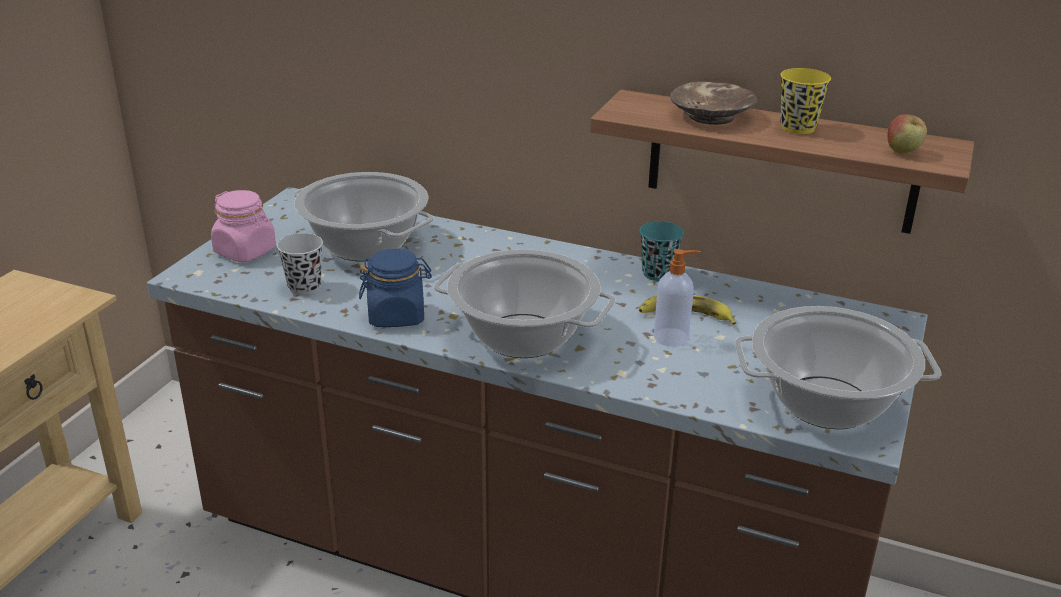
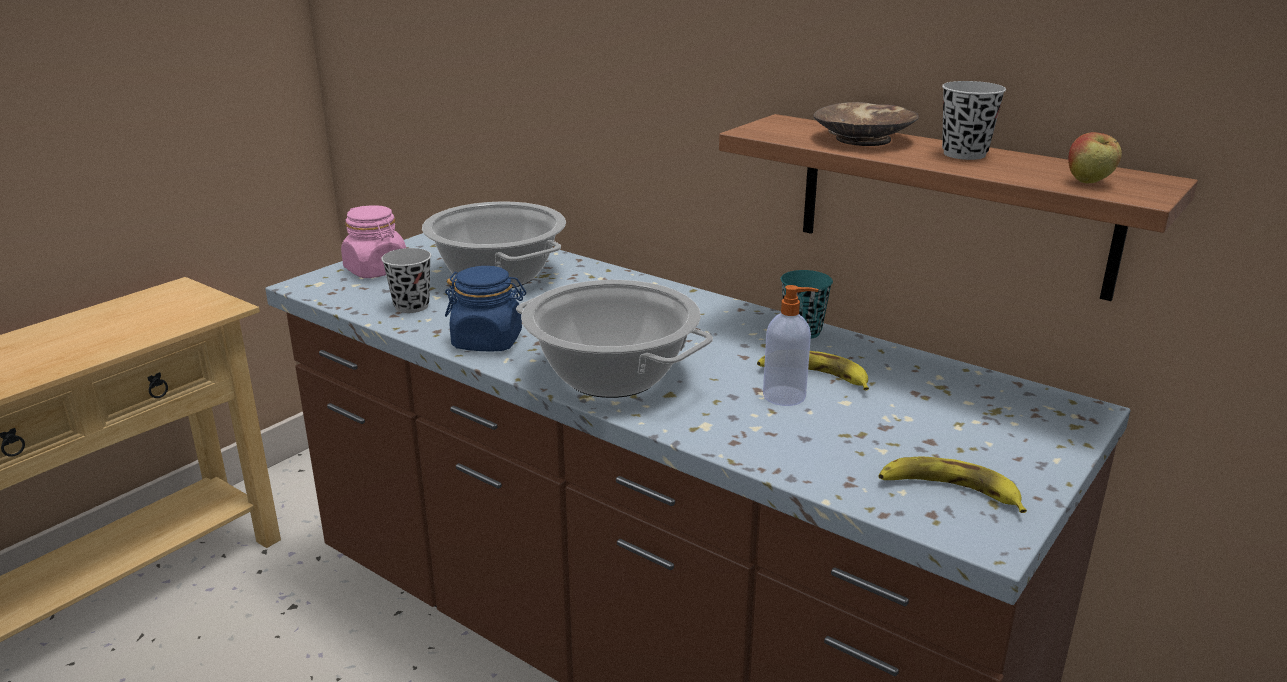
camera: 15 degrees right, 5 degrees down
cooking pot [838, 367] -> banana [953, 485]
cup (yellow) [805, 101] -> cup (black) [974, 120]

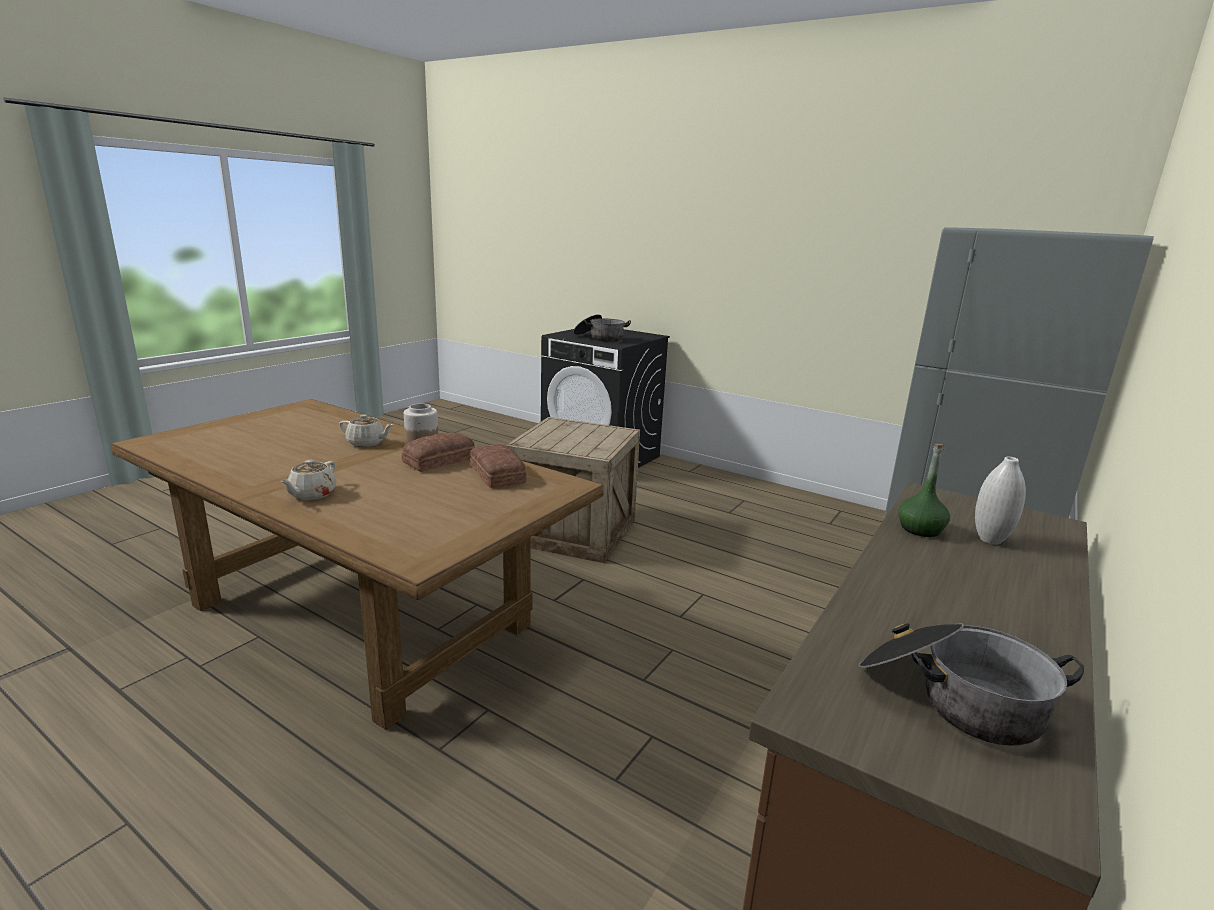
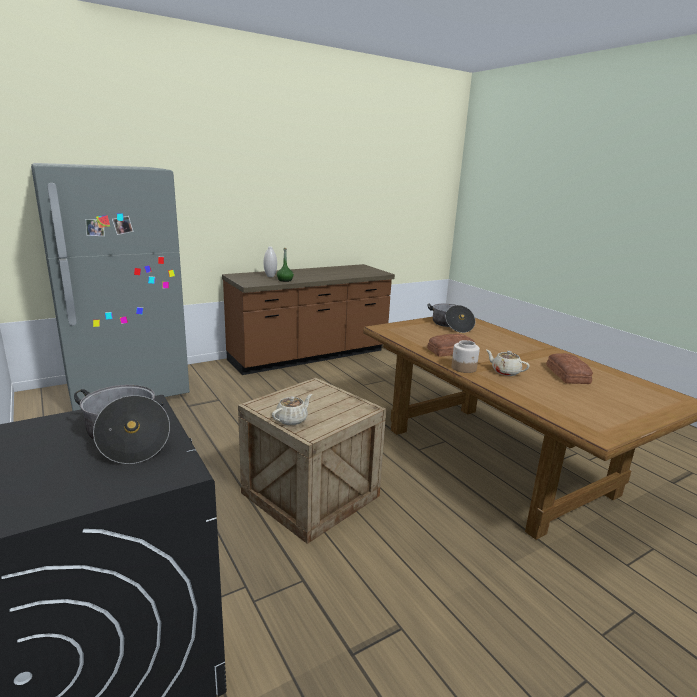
camera: 155 degrees left, 0 degrees up
teapot (beige) [308, 480] -> teapot (beige) [292, 409], move
bread [498, 466] -> bread [569, 368], move
cooking pot [971, 684] -> cooking pot [451, 318], move

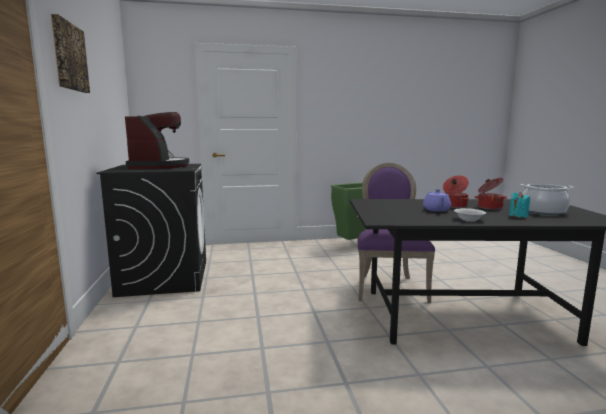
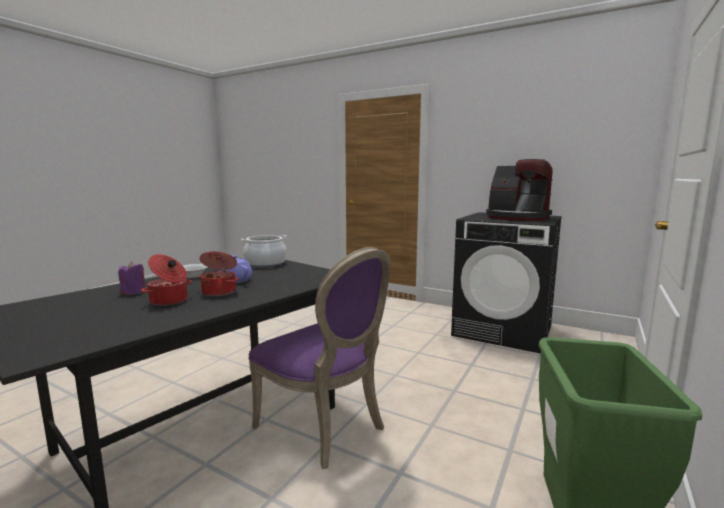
camera: 130 degrees right, 0 degrees up
picture [70, 53] -> none
candle (turquoise) [519, 205] -> candle (purple) [131, 278]
cooking pot [547, 199] -> cooking pot [264, 251], move

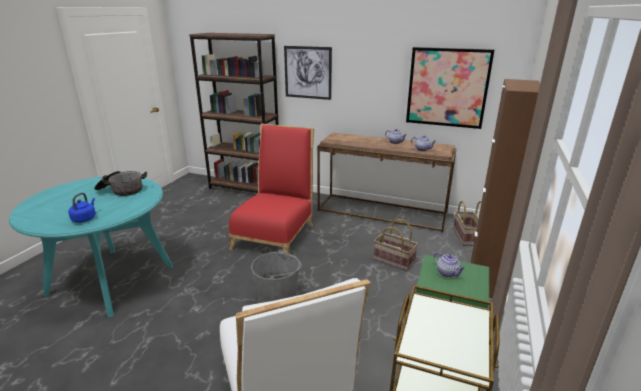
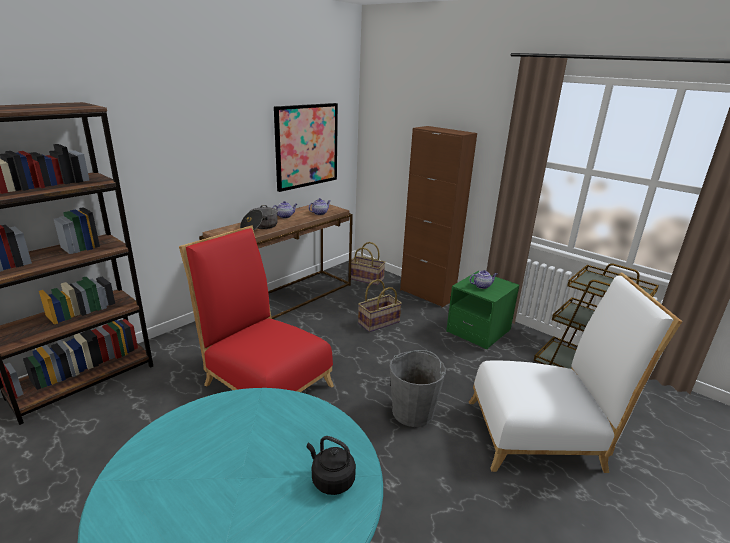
camera: 70 degrees left, 0 degrees up
kettle (blue) [82, 207] -> kettle (black) [331, 465]
cooking pot [120, 183] -> cooking pot [259, 217], move
picture [308, 73] -> none

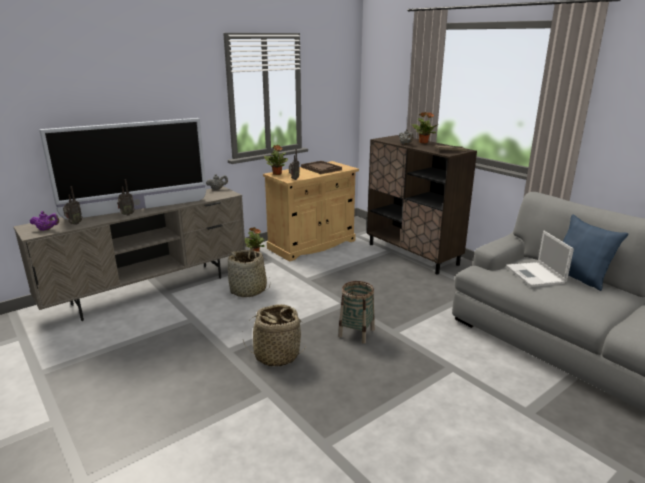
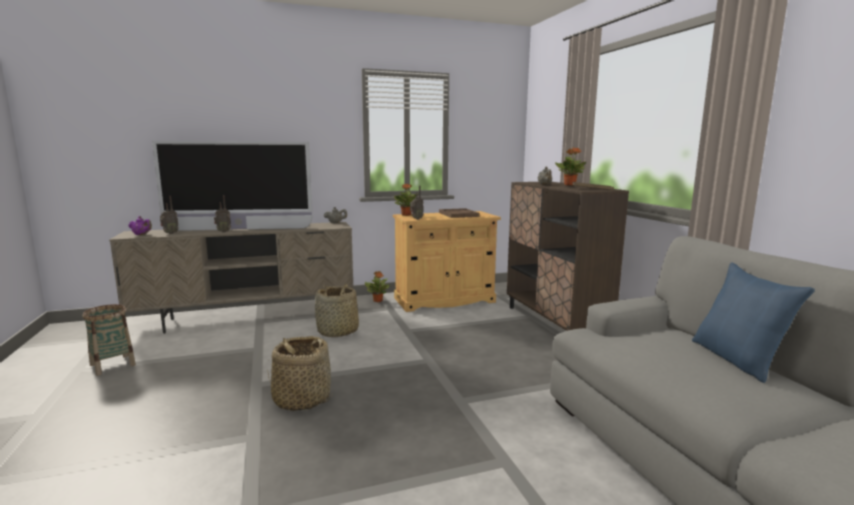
camera: 20 degrees right, 10 degrees down
basket [356, 312] -> basket [109, 340], move
laptop [540, 259] -> none

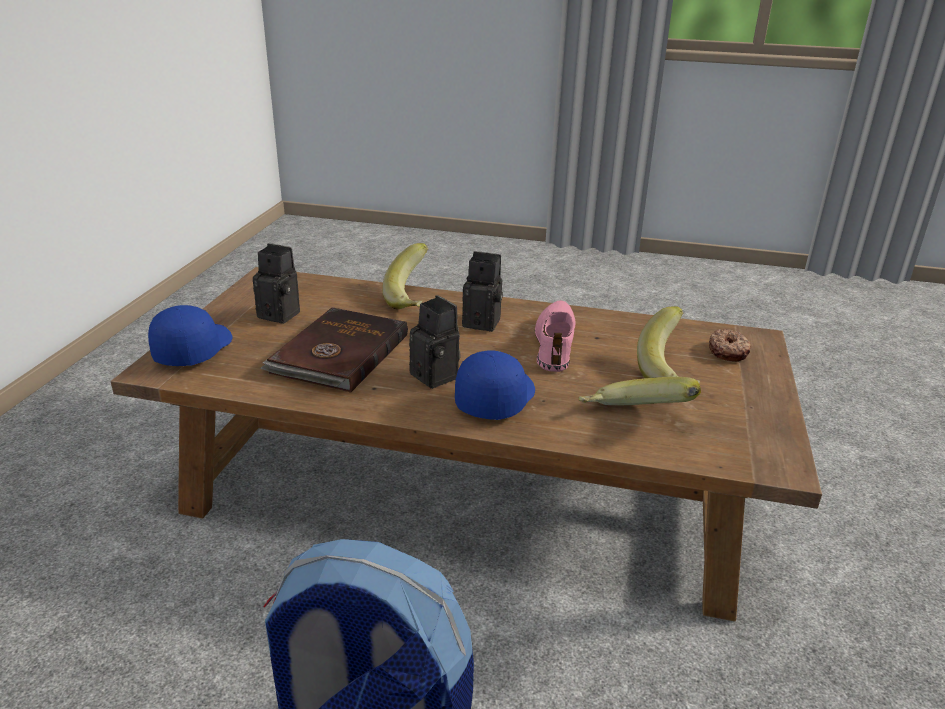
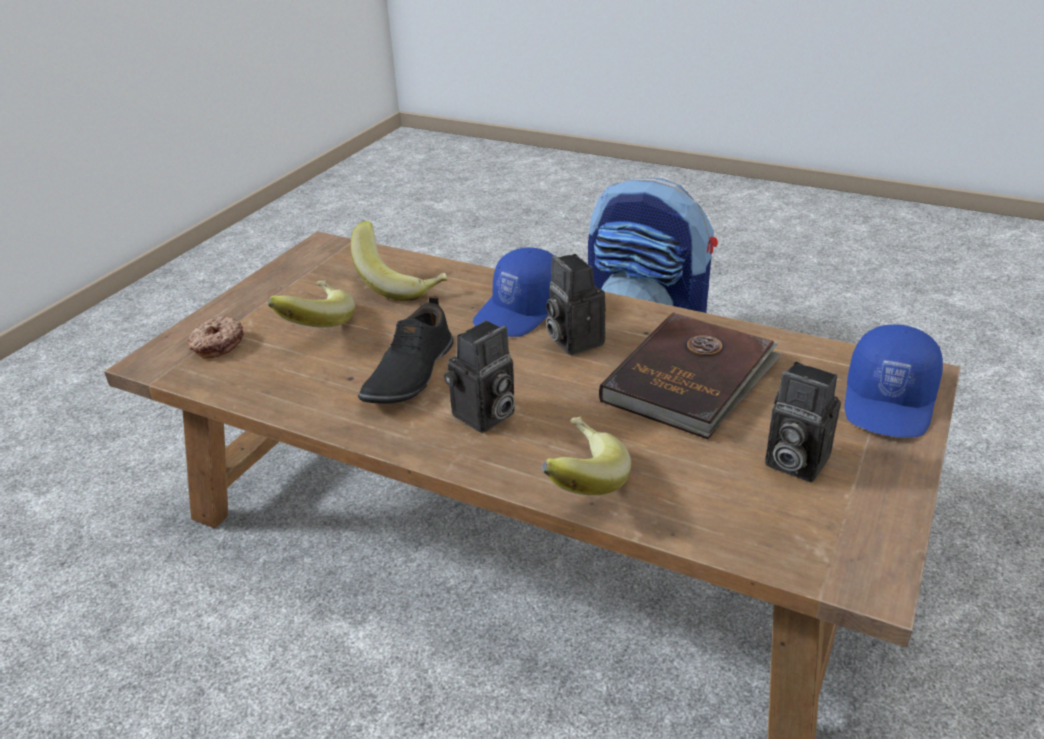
camera: 165 degrees left, 5 degrees up
photo camera [482, 291] -> photo camera [479, 376], 75 degrees counterclockwise
shoe (pink) [555, 336] -> shoe (black) [406, 350]

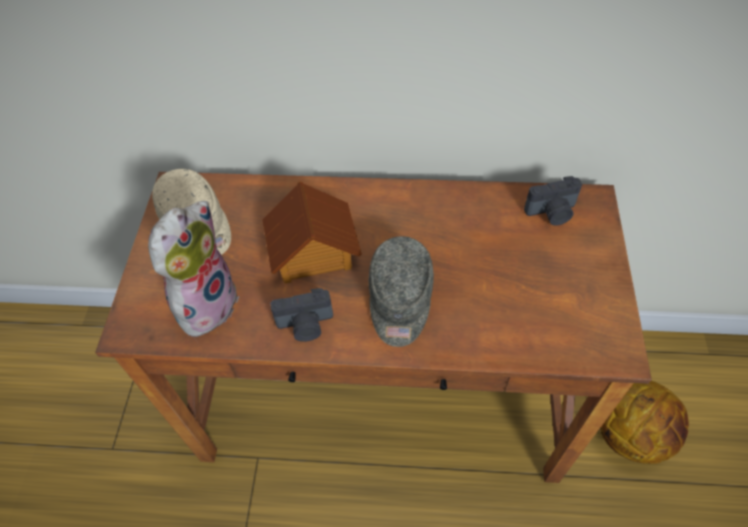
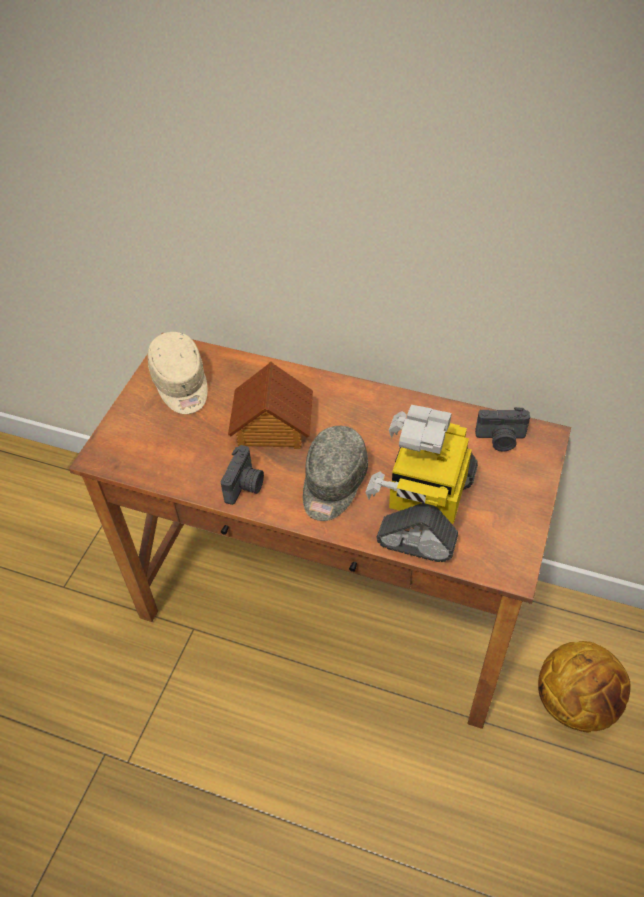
camera: 15 degrees right, 5 degrees down
plush toy [193, 272] -> none
photo camera [301, 315] -> photo camera [242, 475], 75 degrees counterclockwise
none -> toy robot [422, 483]

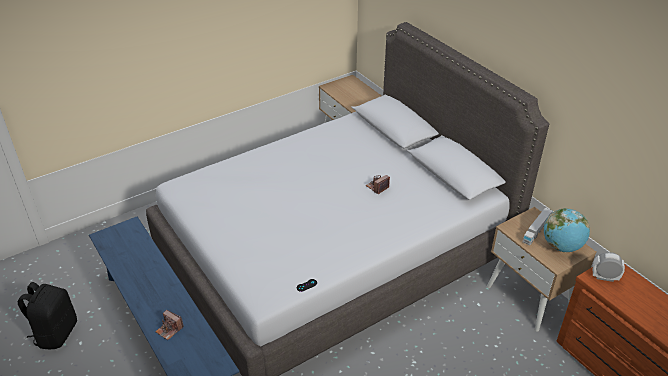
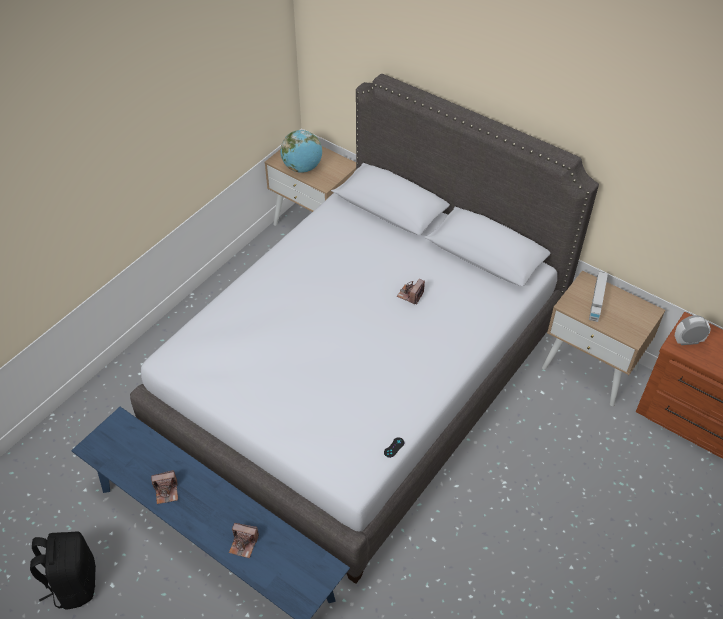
camera: 20 degrees left, 10 degrees up
globe [567, 230] -> globe [301, 151], move
none -> photo camera [164, 487]

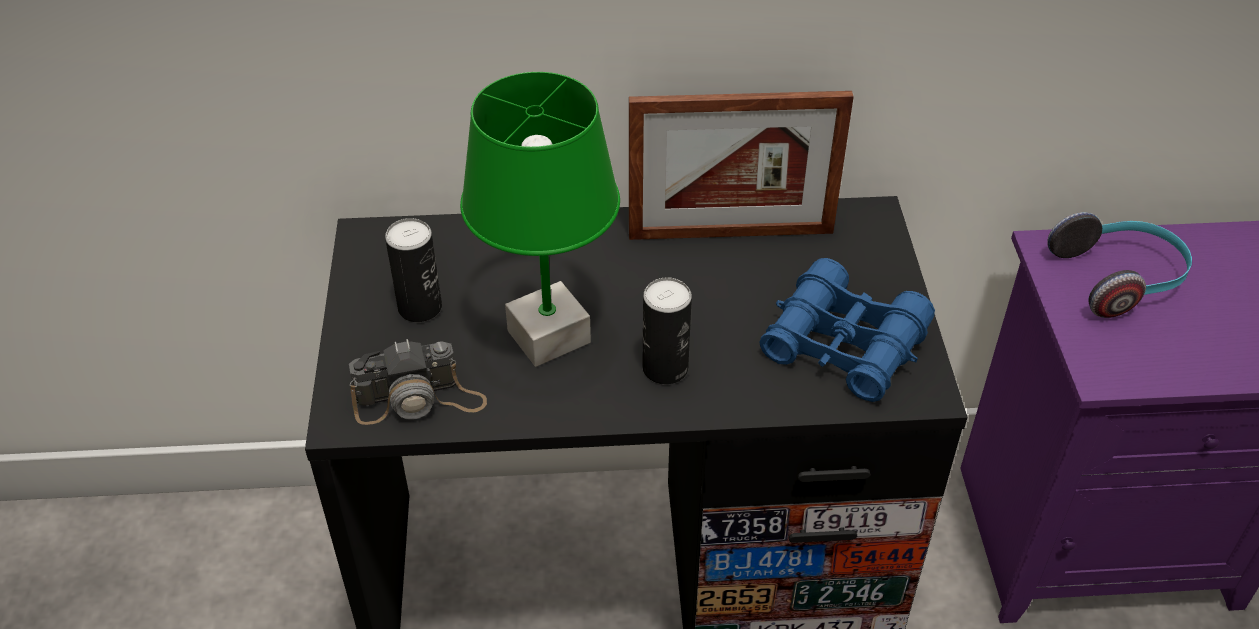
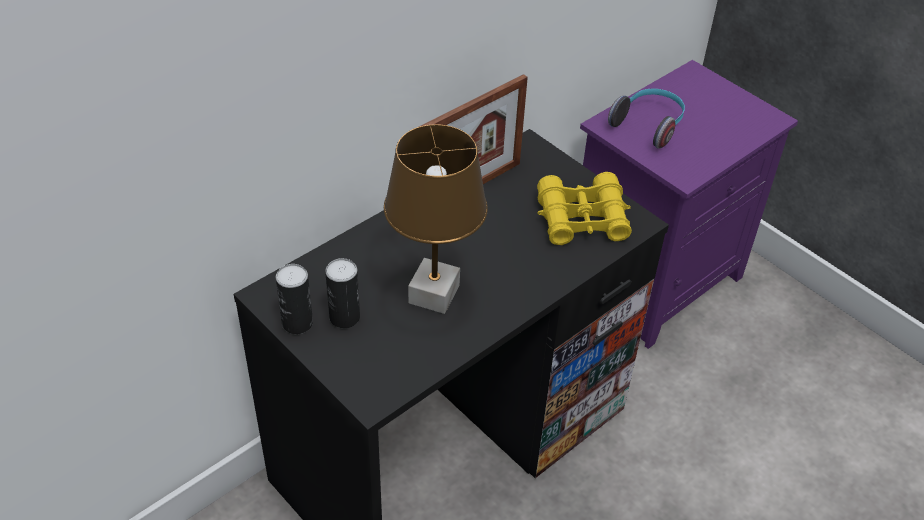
camera: 40 degrees left, 0 degrees up
photo camera [418, 382] -> none
table lamp (green) [540, 219] -> table lamp (brown) [436, 219]
can [667, 330] -> can [294, 299], move
binoculars (blue) [847, 330] -> binoculars (yellow) [584, 208]

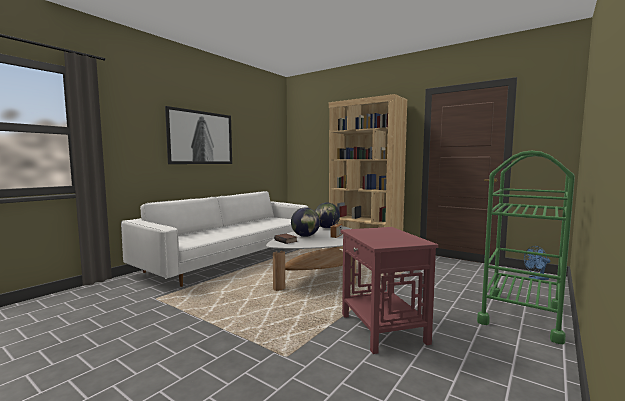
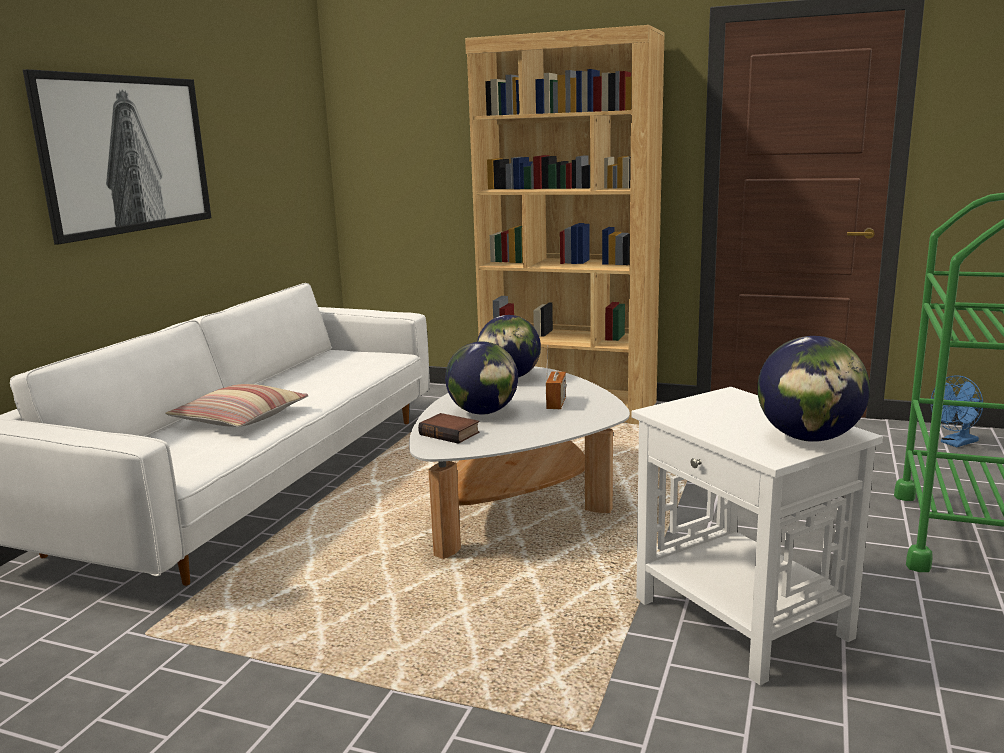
camera: 15 degrees left, 10 degrees up
side table (red) [389, 290] -> side table (white) [757, 536]
none -> pillow [237, 405]
none -> globe [813, 389]

